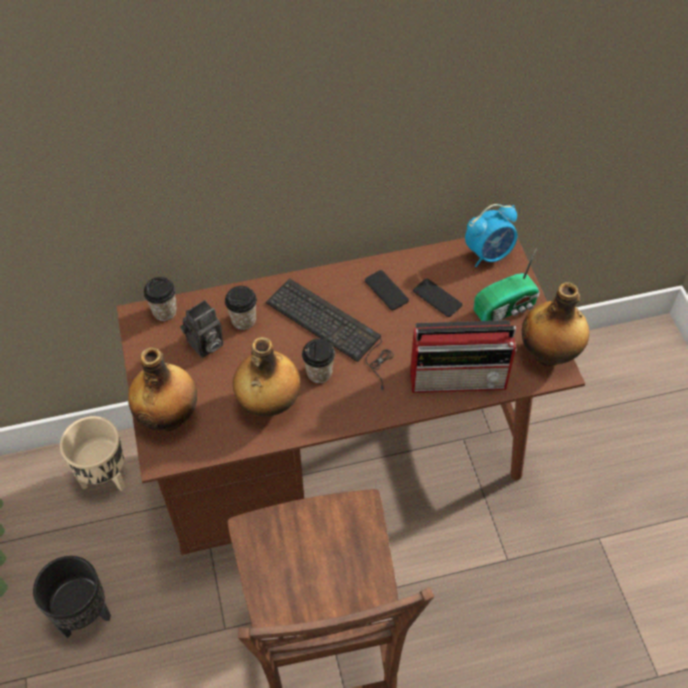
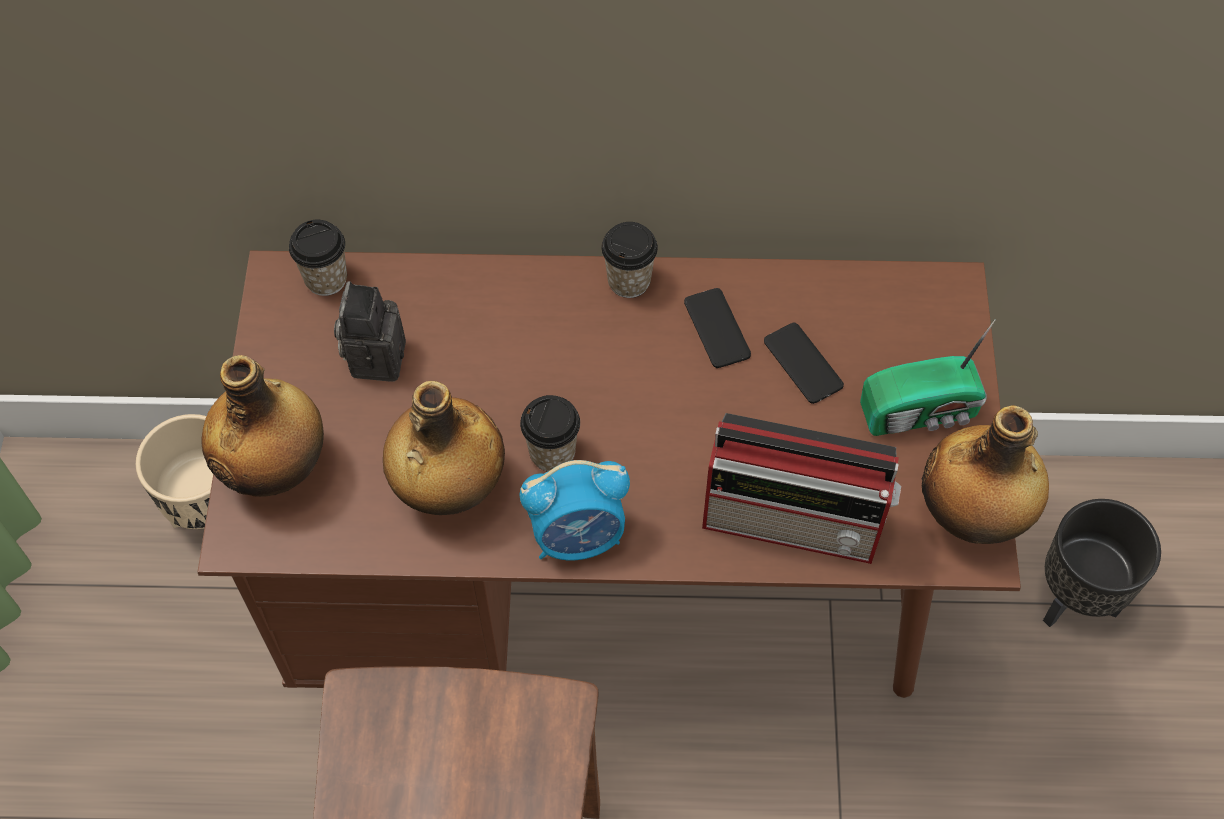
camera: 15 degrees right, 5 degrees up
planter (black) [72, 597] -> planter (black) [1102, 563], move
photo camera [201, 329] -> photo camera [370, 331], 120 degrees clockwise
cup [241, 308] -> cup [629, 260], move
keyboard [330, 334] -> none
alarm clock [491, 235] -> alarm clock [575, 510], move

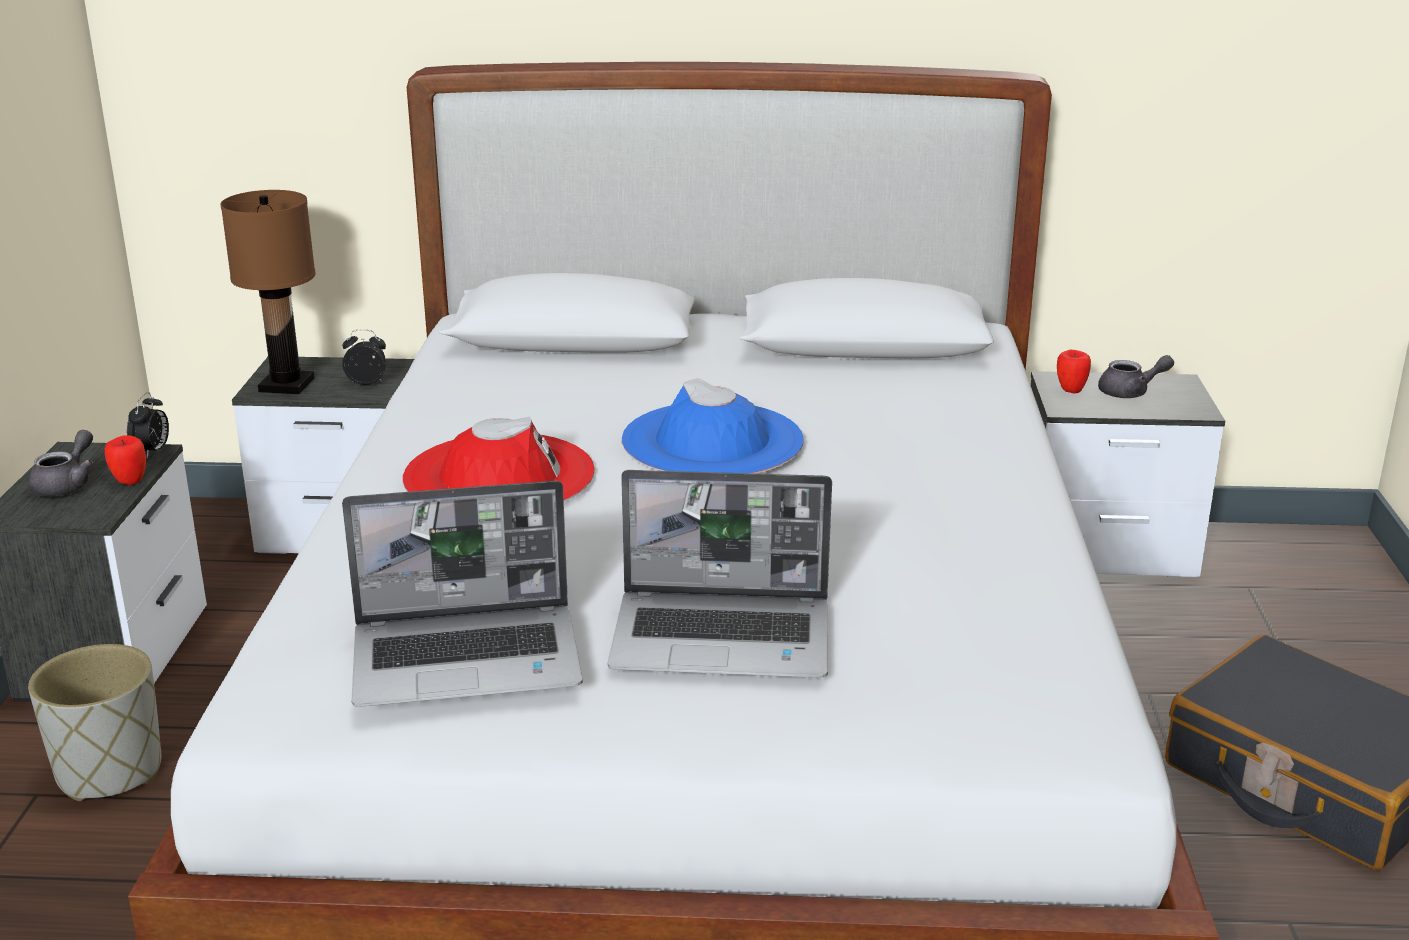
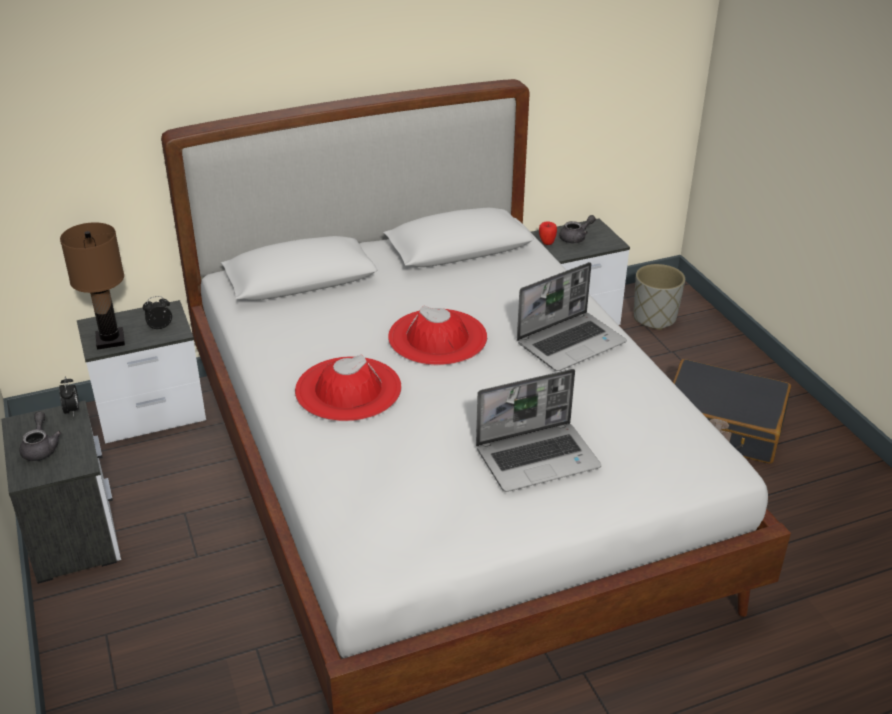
camera: 25 degrees left, 10 degrees up
planter (grey) [94, 722] -> planter (grey) [659, 297], move
apple [125, 460] -> none
laptop [462, 594] -> laptop [572, 316], move
hat (blue) [713, 426] -> hat (red) [437, 335]

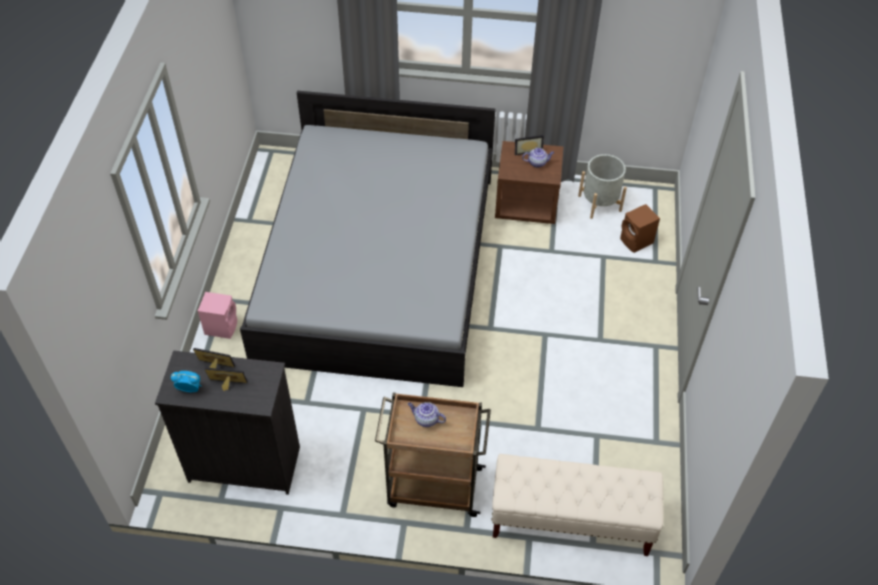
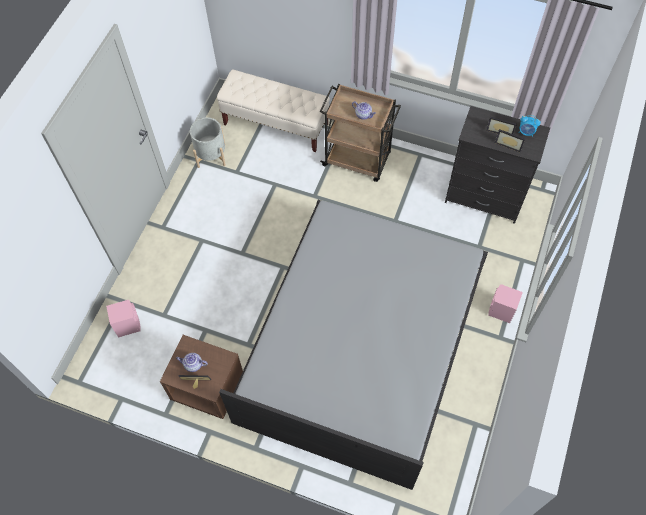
camera: 165 degrees left, 10 degrees up
planter (grey) [602, 186] -> planter (grey) [208, 142], move
speaker (brown) [640, 228] -> speaker (pink) [123, 318]

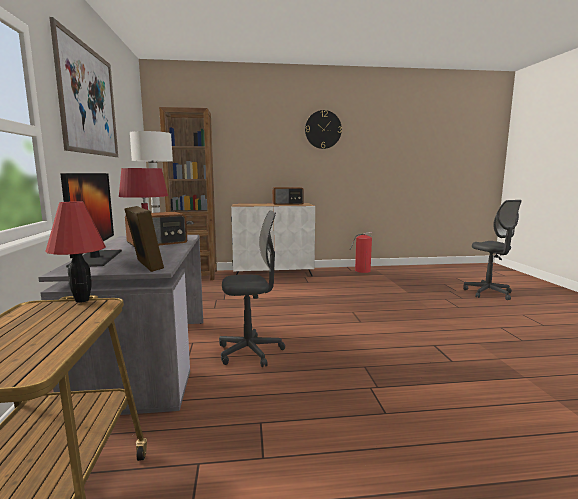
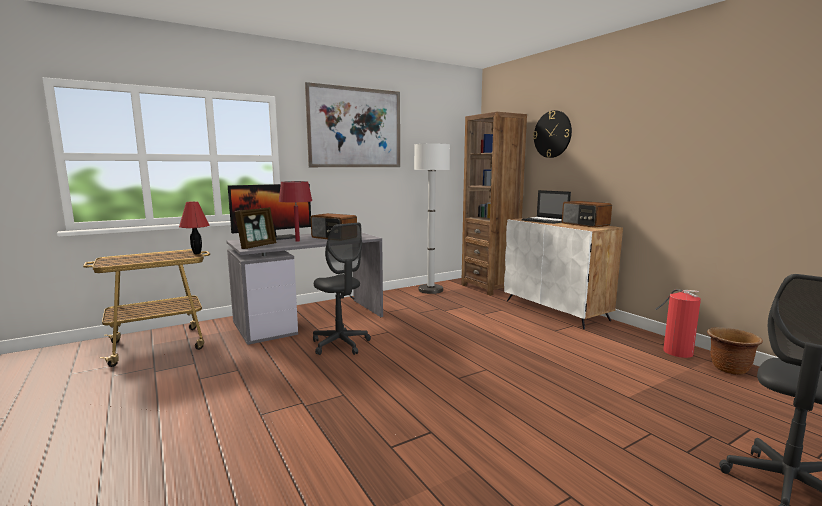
camera: 65 degrees right, 0 degrees up
wall clock [323, 129] -> wall clock [552, 134], move
none -> laptop [546, 207]
none -> planter (brown) [735, 351]

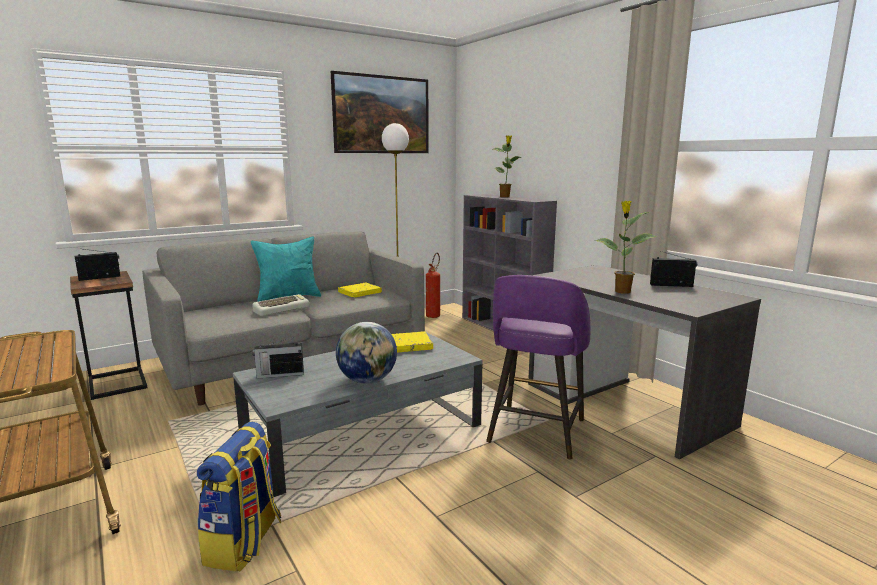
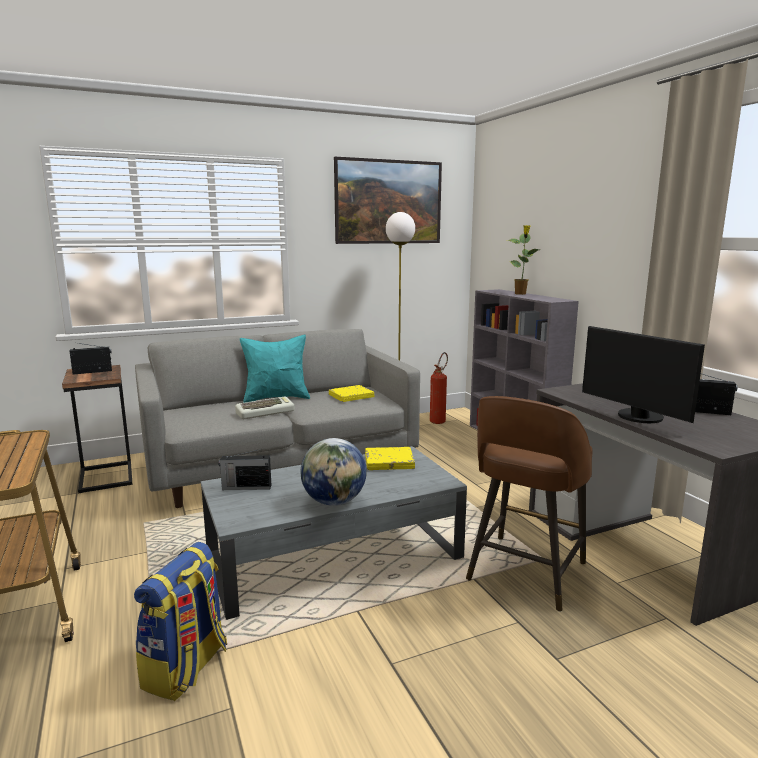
camera: 10 degrees right, 0 degrees up
stool (purple) [538, 367] -> stool (brown) [529, 504]
potted plant [626, 247] -> monitor [643, 374]

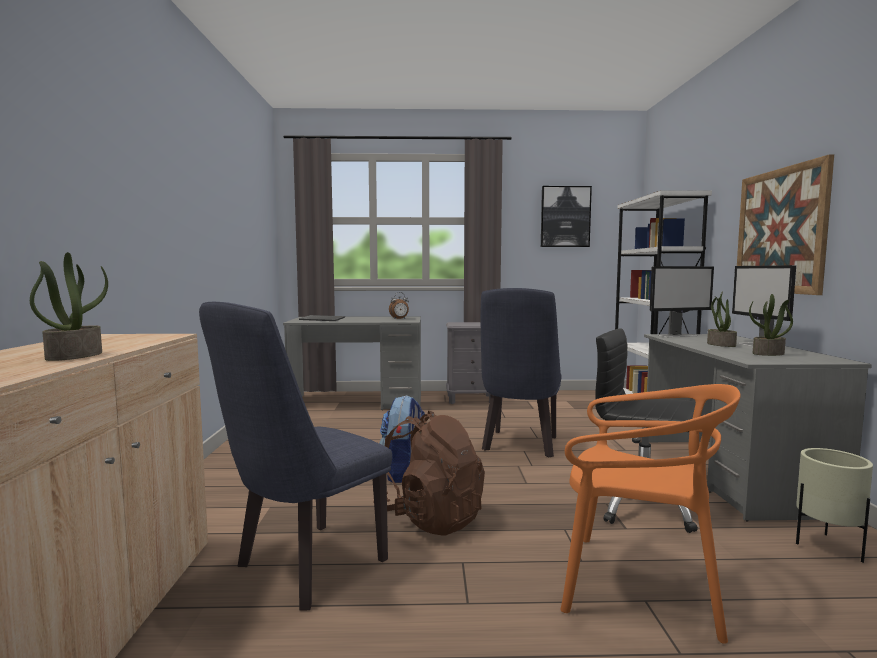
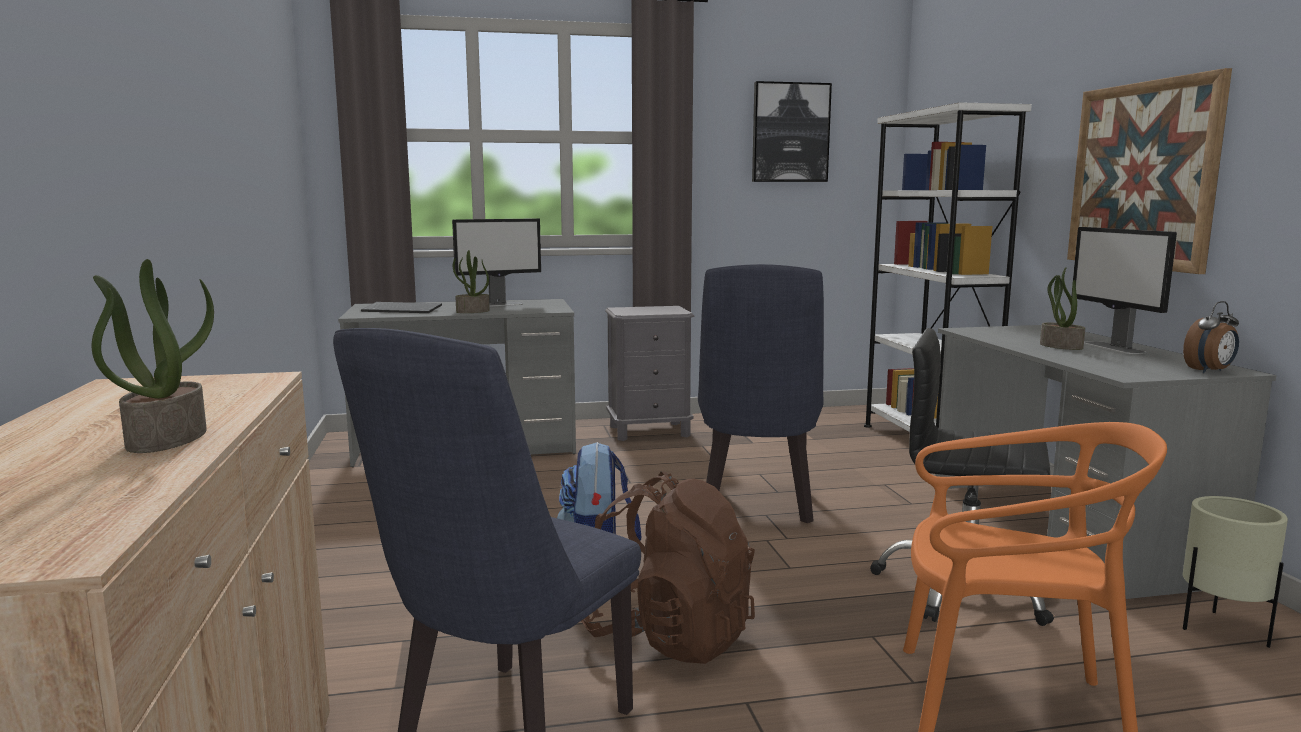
camera: 10 degrees left, 5 degrees up
alarm clock [399, 305] -> alarm clock [1211, 337], move
monitor [682, 301] -> monitor [496, 262], move
potted plant [771, 325] -> potted plant [471, 281], move

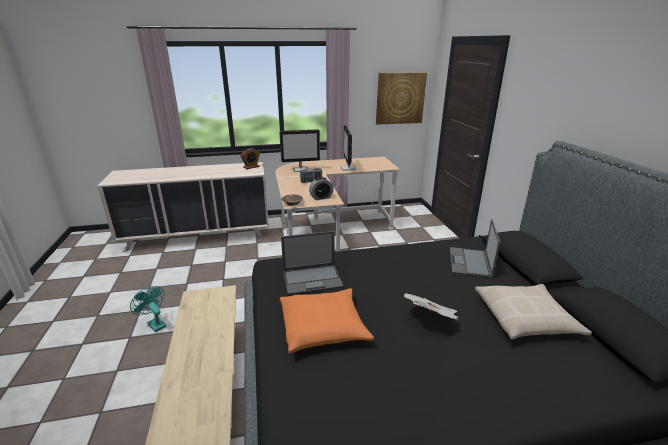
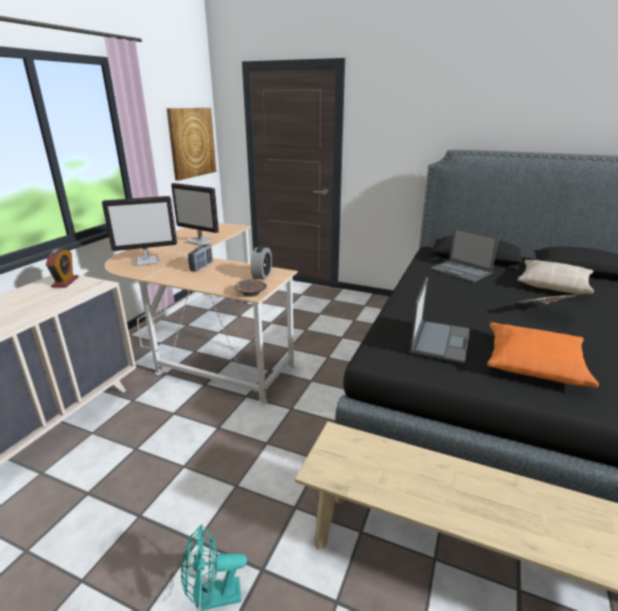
camera: 55 degrees left, 0 degrees up
monitor [299, 150] -> monitor [139, 231], 45 degrees clockwise

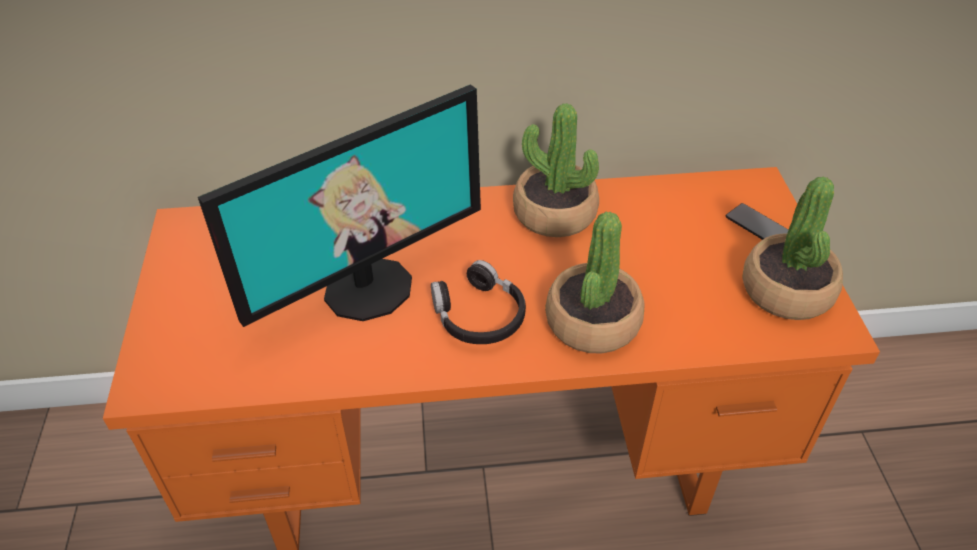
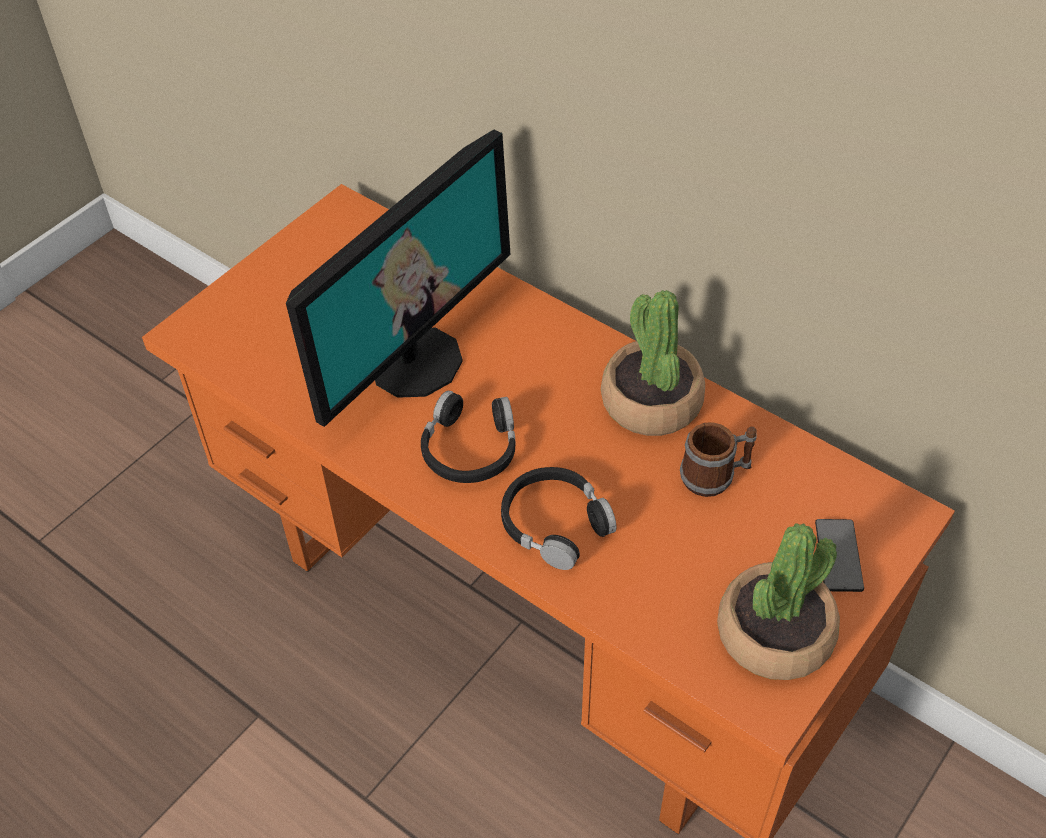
camera: 45 degrees right, 5 degrees up
monitor [339, 205] -> monitor [398, 278], 60 degrees counterclockwise
potted plant [595, 283] -> headphones (black) [559, 518]
none -> mug [718, 459]

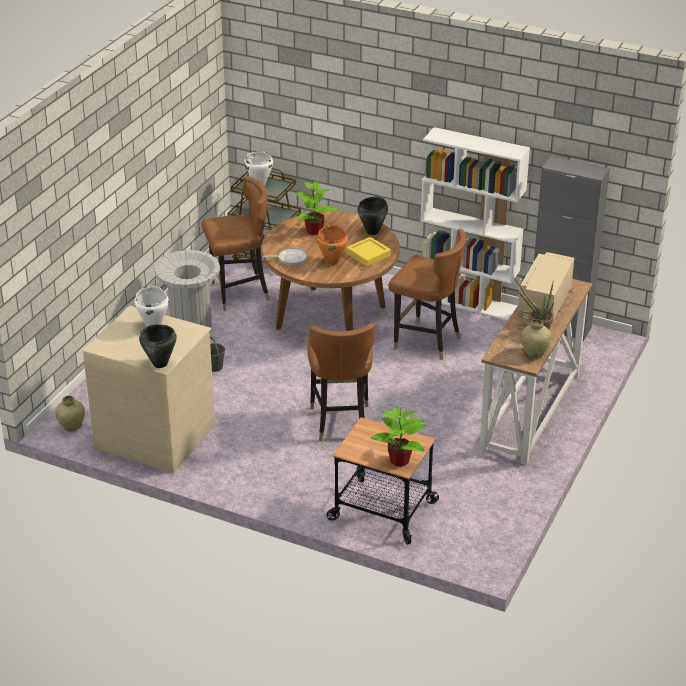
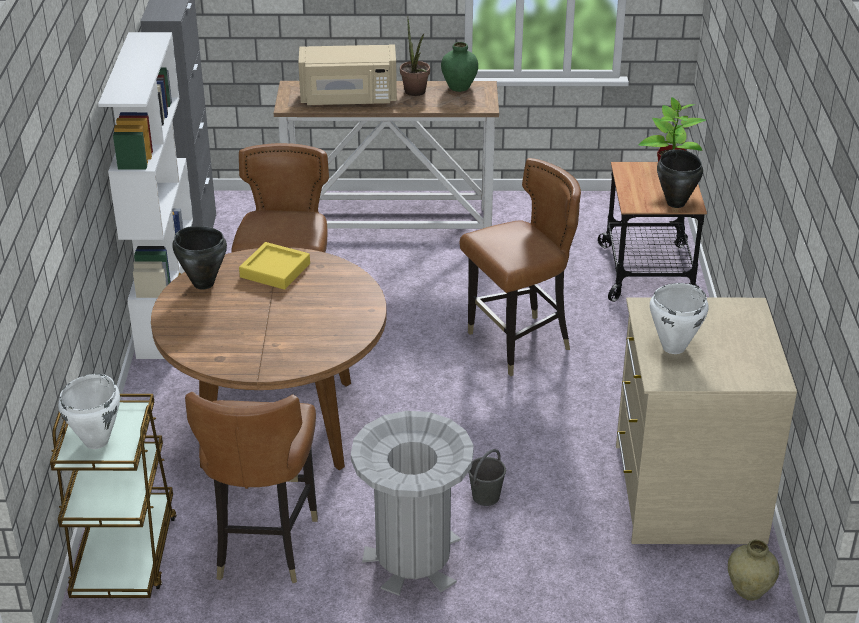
camera: 115 degrees left, 0 degrees up
cooking pot (black) [158, 346] -> cooking pot (black) [680, 178], move
chair (brown) [235, 243] -> chair (brown) [251, 487], 135 degrees counterclockwise
frying pan [285, 256] -> none
potted plant [317, 208] -> none
cooking pot (orange) [332, 245] -> none
vase (beige) [536, 338] -> vase (green) [459, 67]

